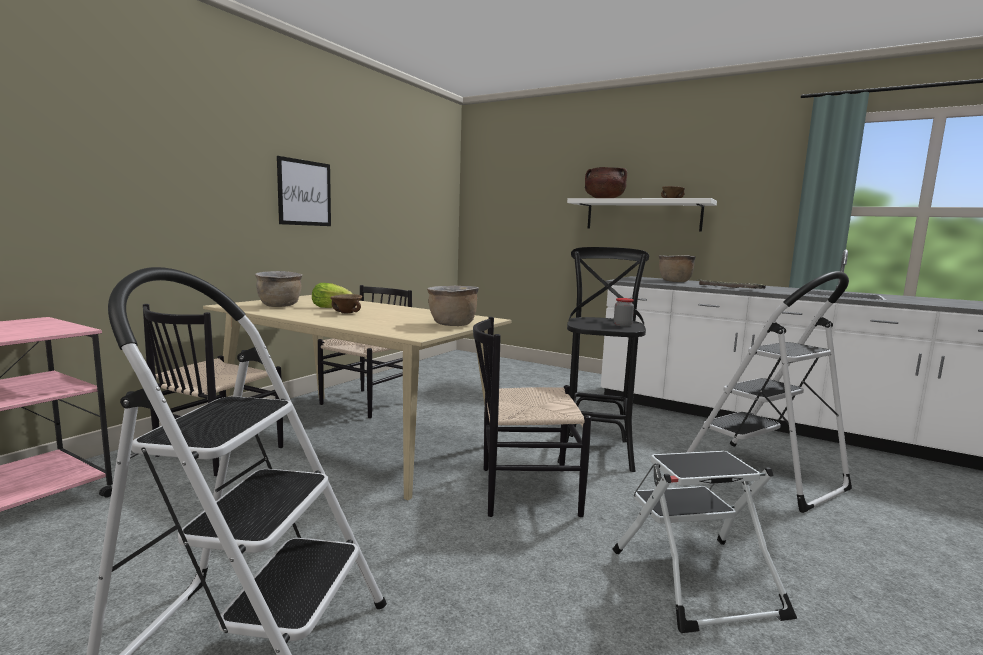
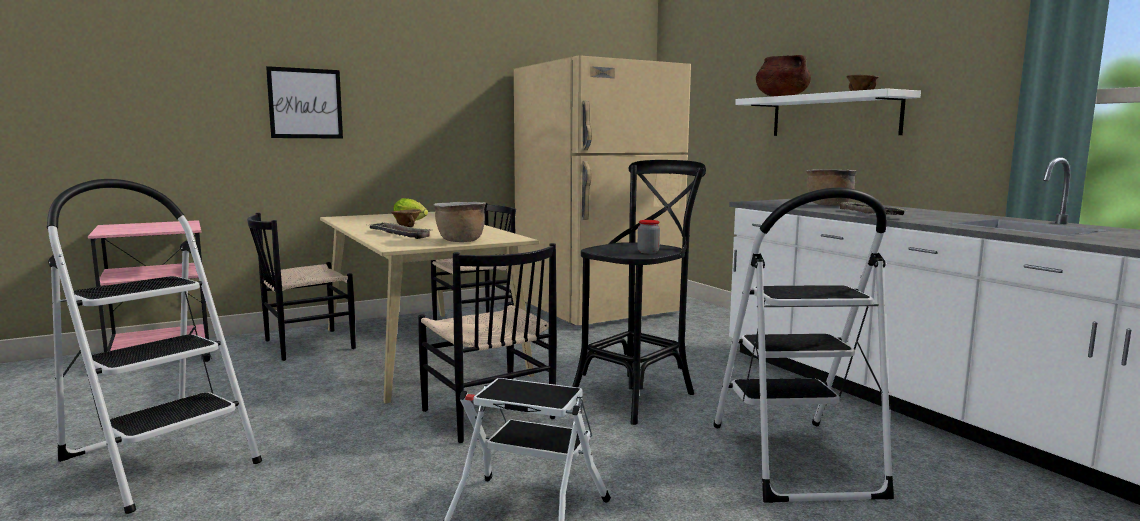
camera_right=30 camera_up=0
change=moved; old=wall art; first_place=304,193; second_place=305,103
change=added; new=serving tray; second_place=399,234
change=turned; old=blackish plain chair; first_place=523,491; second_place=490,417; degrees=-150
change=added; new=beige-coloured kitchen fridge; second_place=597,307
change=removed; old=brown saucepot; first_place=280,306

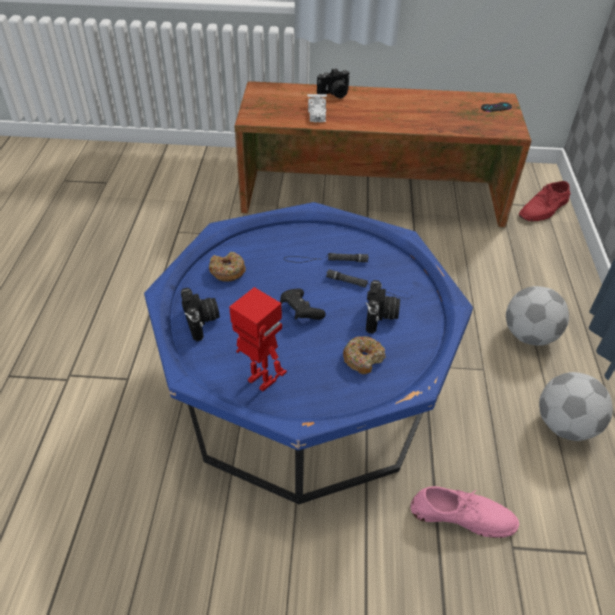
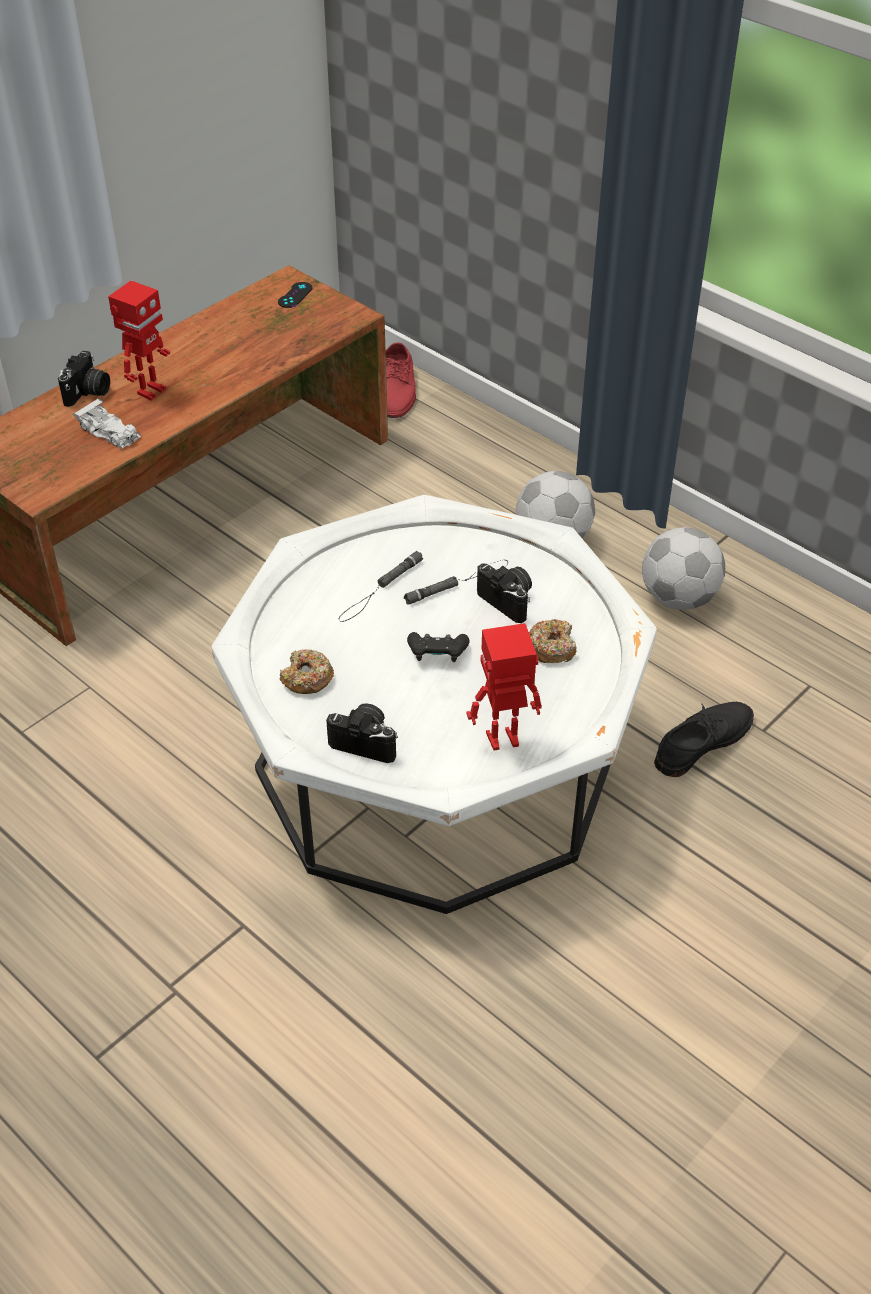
camera_right=-50 camera_up=0
change=added; new=robot figure; second_place=150,391
change=recoloured; old=blue coffee table; new=white-coloured coffee table; first_place=305,388; second_place=435,763
change=recoloured; old=pink low shoe; new=blackish low shoe; first_place=462,515; second_place=702,741

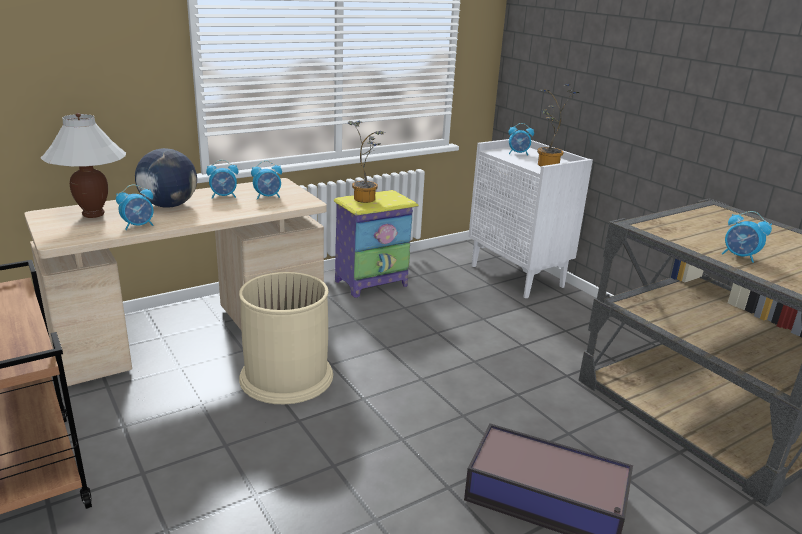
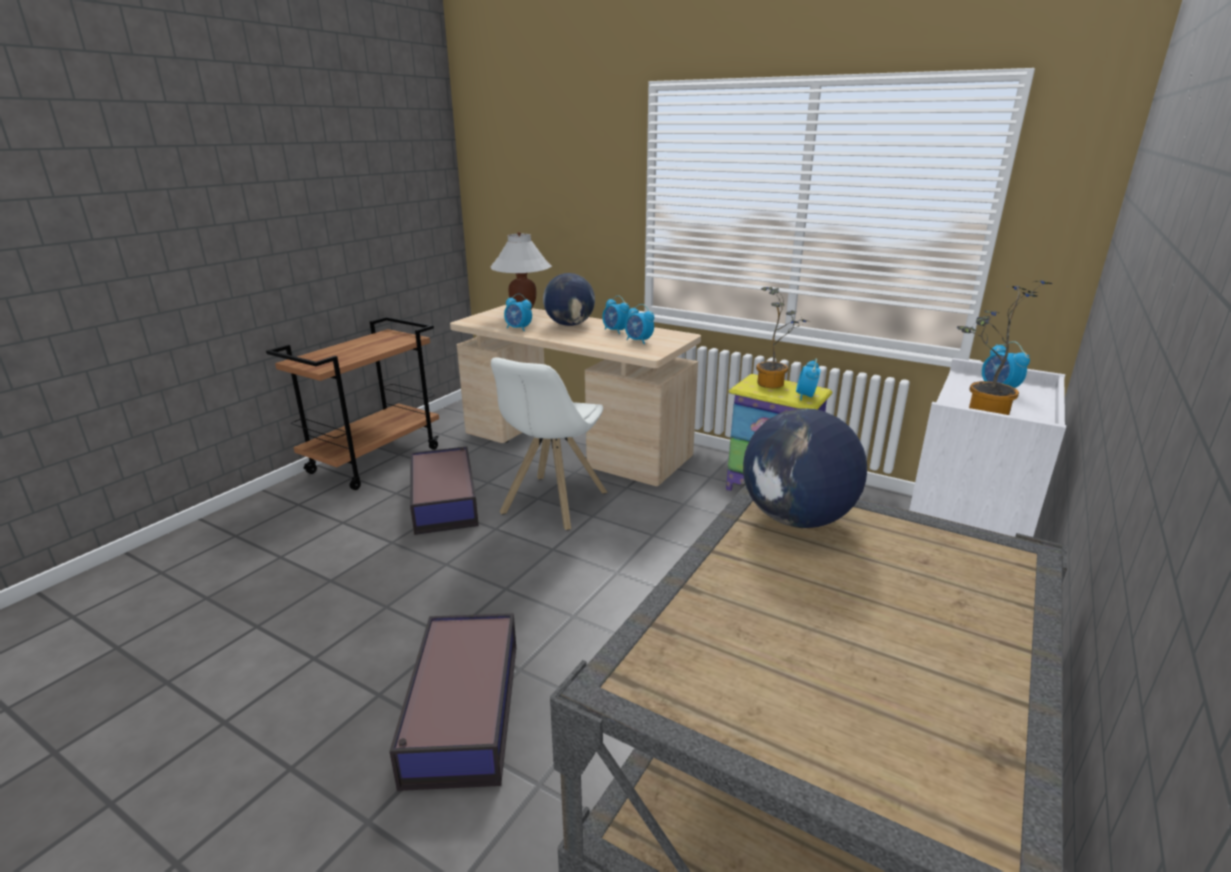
camera_right=65 camera_up=0
change=added; new=storage bin; second_place=445,500
change=replaced; old=beige-coloured waste bin; new=white-coloured plain chair; first_place=286,376; second_place=553,502
change=added; new=desk globe; second_place=797,519
change=moved; old=alarm clock; first_place=739,257; second_place=806,396

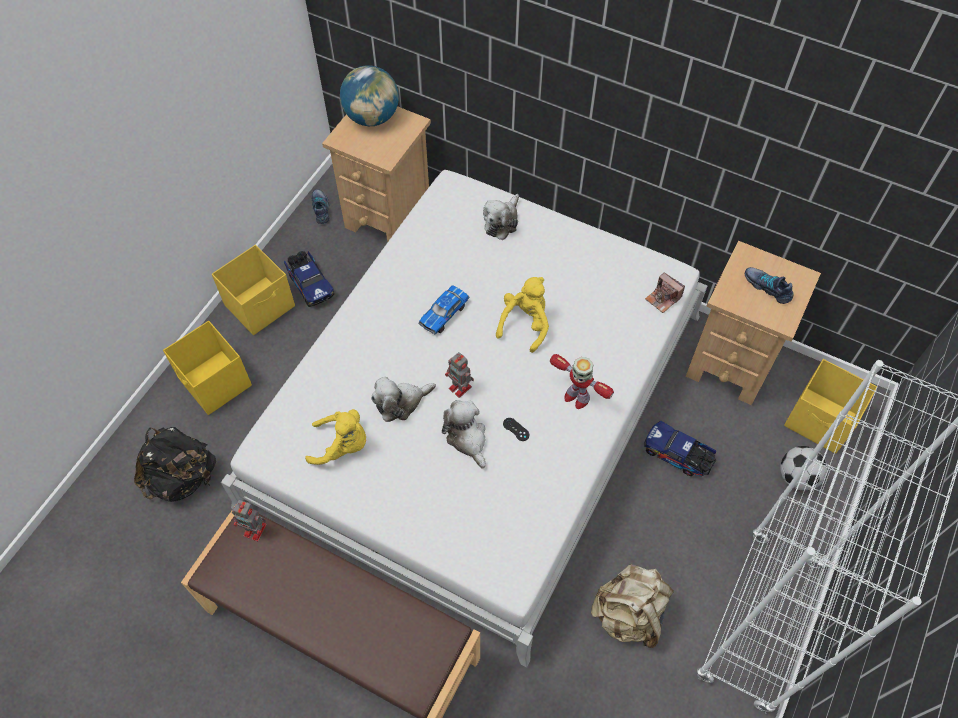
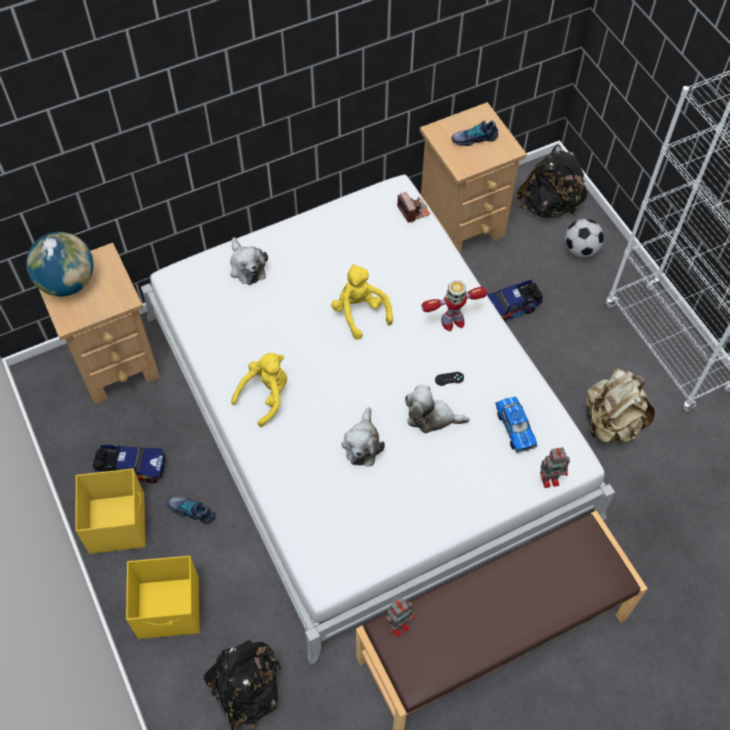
camera_right=-55 camera_up=0
change=moved; old=low shoe; first_place=321,209; second_place=192,511
change=moved; old=yellow plush toy; first_place=342,446; second_place=266,396
change=turned; old=still camera; first_place=663,298; second_place=413,211; degrees=-105
change=moved; old=toy car; first_place=444,313; second_place=515,427
change=replaced; old=yellow storage bin; new=blackish backpack; first_place=820,421; second_place=549,205
change=moved; old=robot figure; first_place=461,388; second_place=550,478

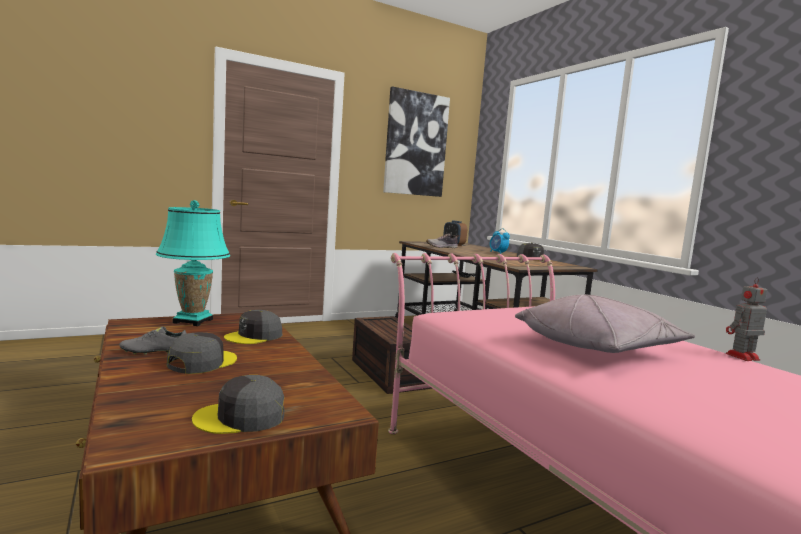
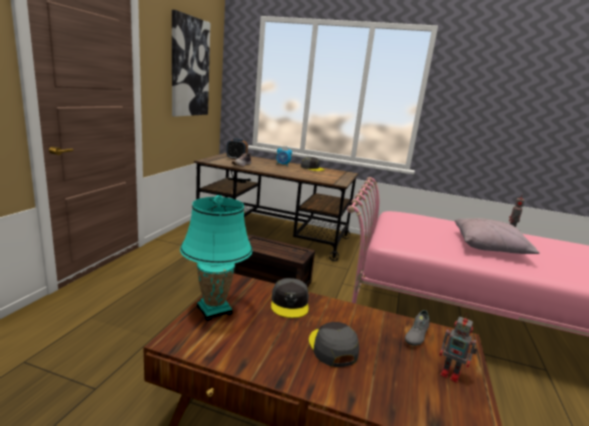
camera_right=-45 camera_up=10
change=moved; old=greyish low shoe; first_place=154,351; second_place=416,335
change=replaced; old=greyish baseball cap; new=robot figure; first_place=241,417; second_place=451,374

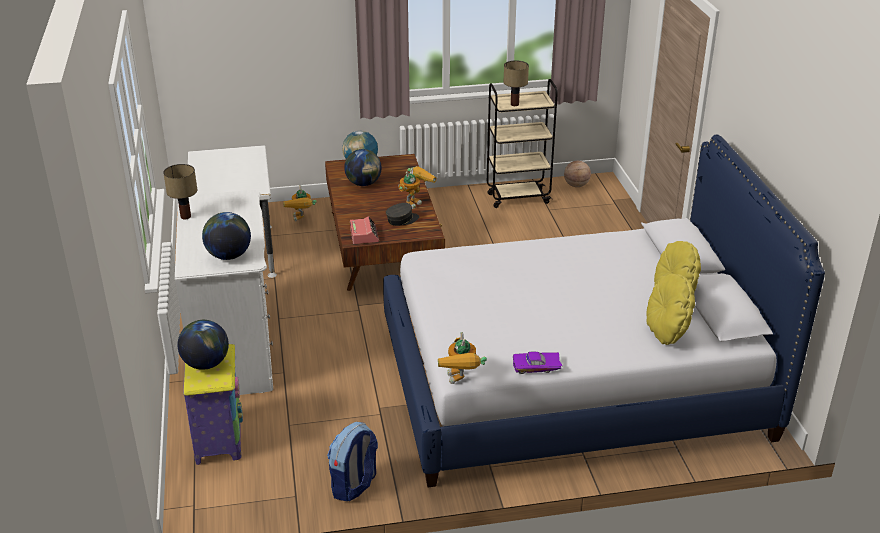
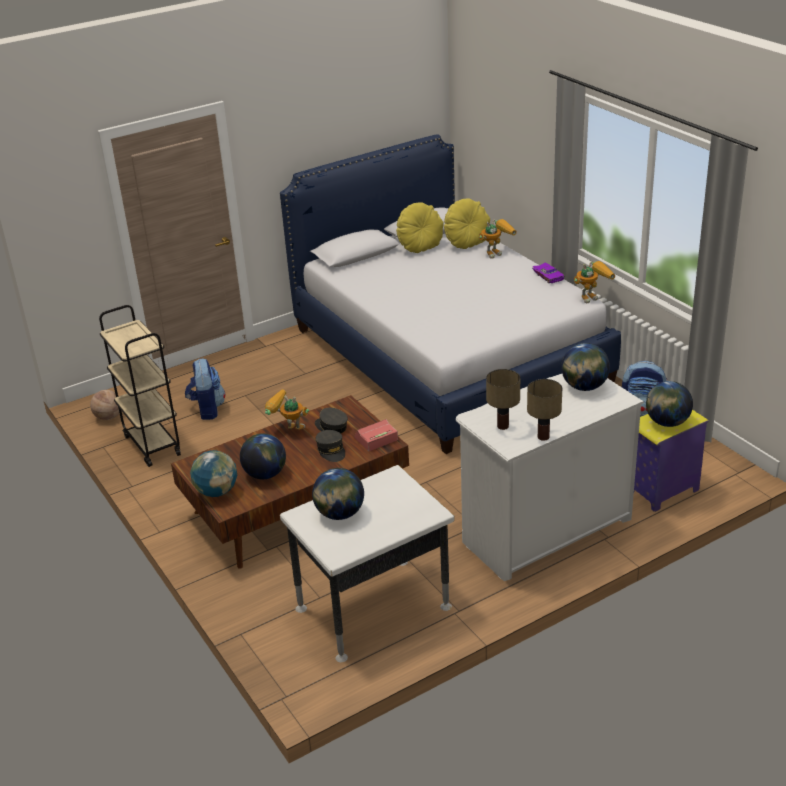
camera_right=-110 camera_up=0
change=added; new=backpack; second_place=207,409
change=added; new=desk globe; second_place=340,514
change=added; new=greyish baseball cap; second_place=331,450
change=moved; old=robot figure; first_place=302,220; second_place=497,252
change=moved; old=table lamp; first_place=514,104; second_place=503,426

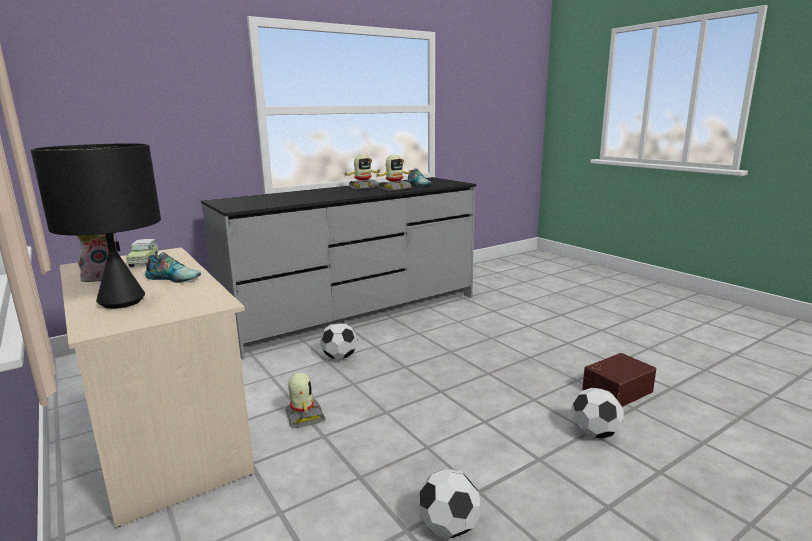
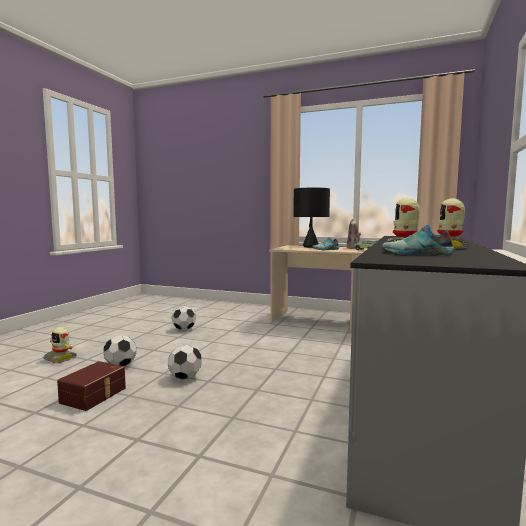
camera_right=145 camera_up=-10
change=moved; old=robot figure; first_place=304,417; second_place=61,358
change=moved; old=ball for football; first_place=339,357; second_place=185,377

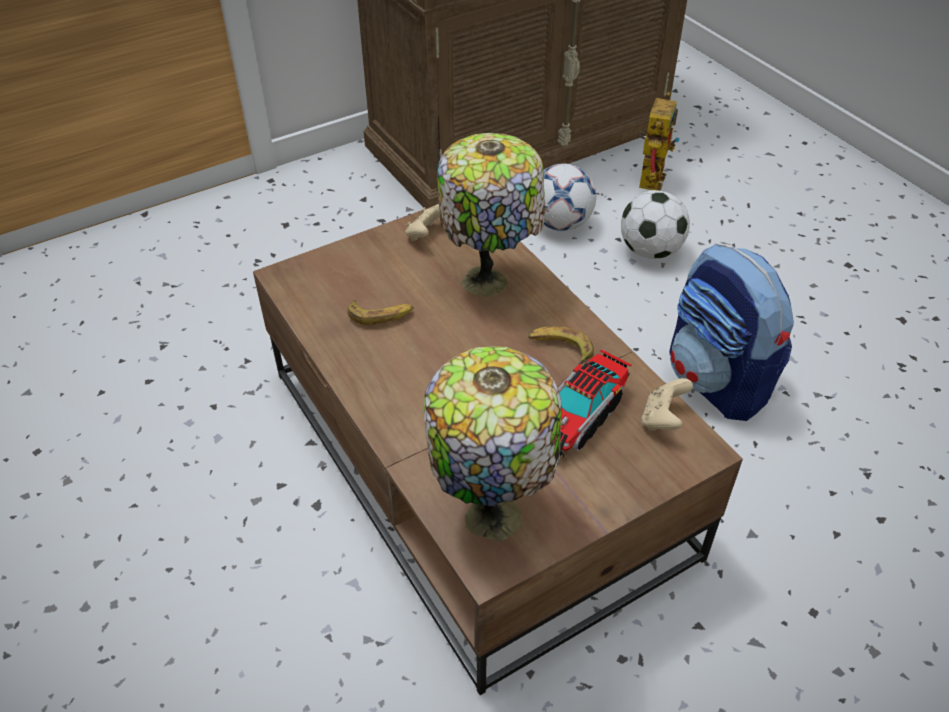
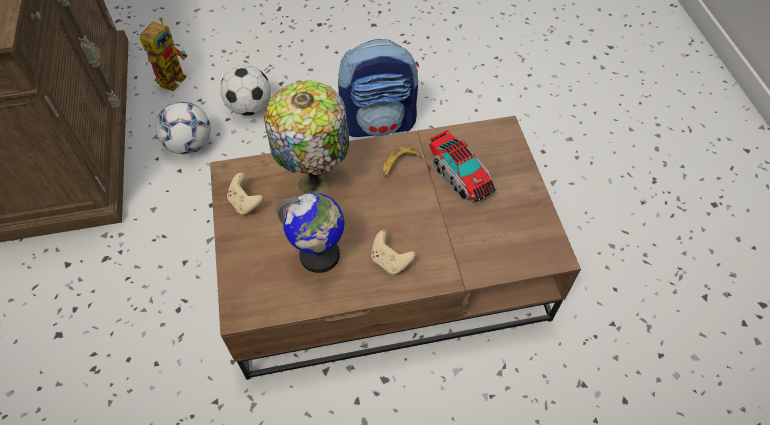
camera_right=-70 camera_up=10
change=turned; old=robot figure; first_place=650,176; second_place=174,76; degrees=75
change=replaced; old=banana; new=desk globe; first_place=381,315; second_place=320,256
change=moved; old=beige-coloured gamepad; first_place=663,419; second_place=390,261
change=removed; old=table lamp; first_place=492,511

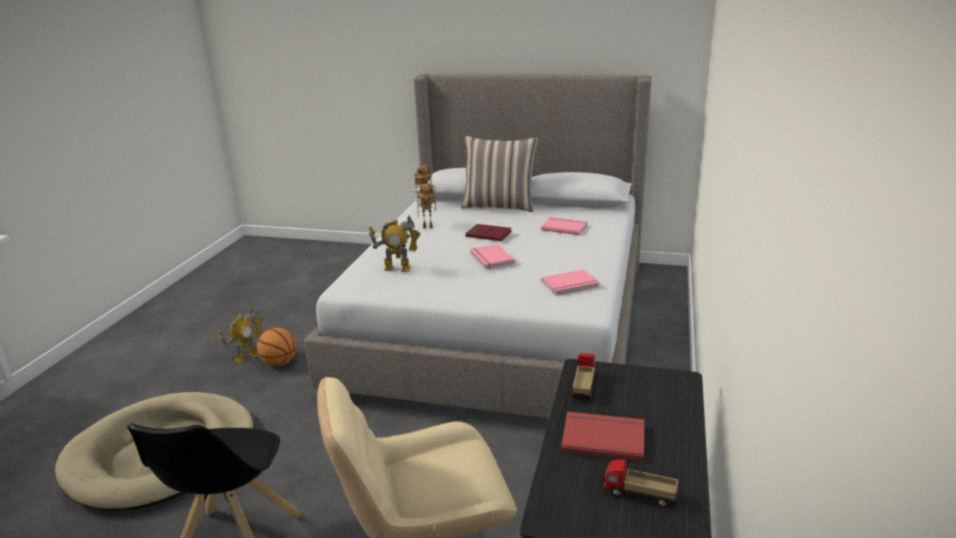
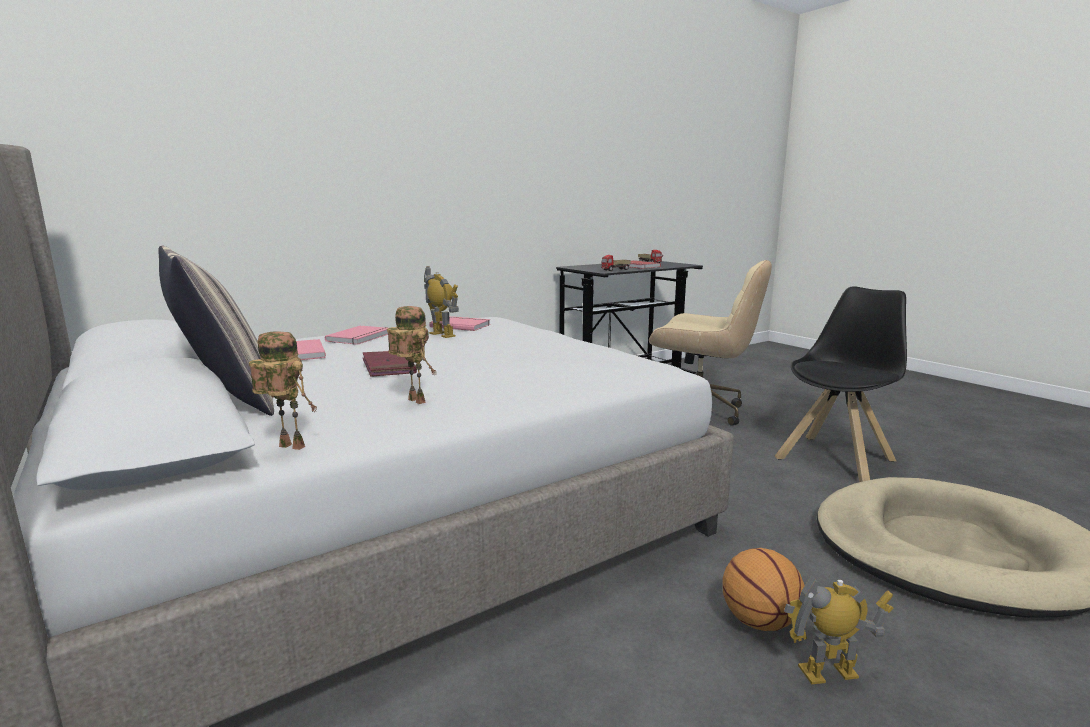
camera_right=-140 camera_up=-10
change=moved; old=pink bound book; first_place=490,258; second_place=361,337
change=moved; old=robot figure; first_place=397,268; second_place=442,334

